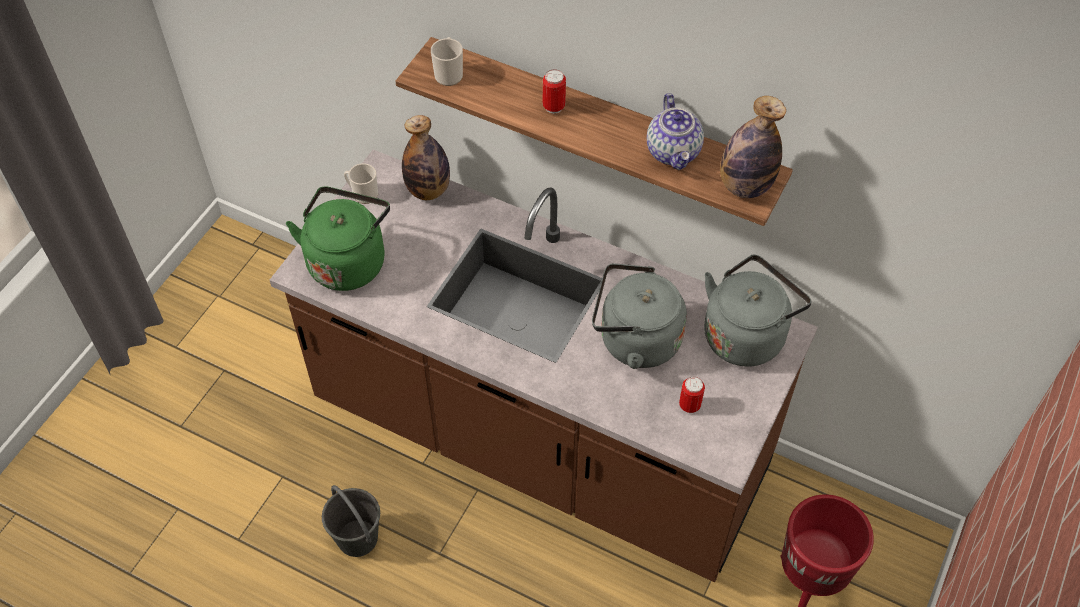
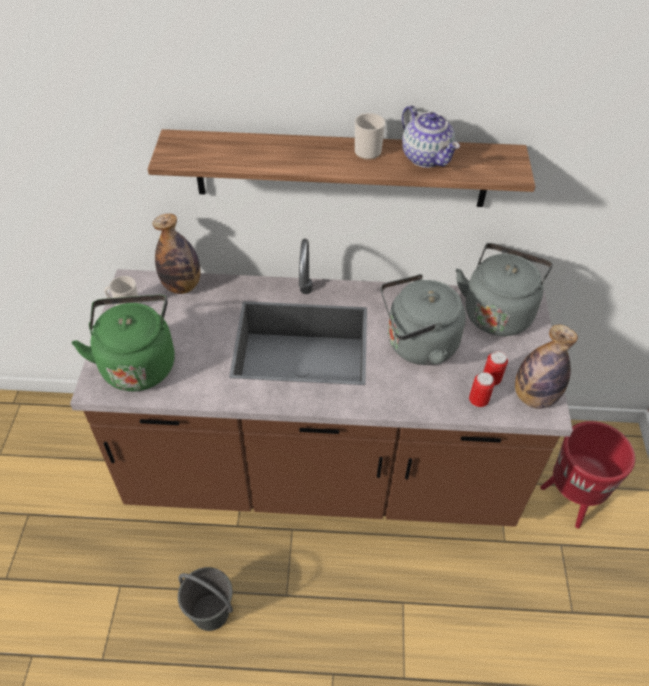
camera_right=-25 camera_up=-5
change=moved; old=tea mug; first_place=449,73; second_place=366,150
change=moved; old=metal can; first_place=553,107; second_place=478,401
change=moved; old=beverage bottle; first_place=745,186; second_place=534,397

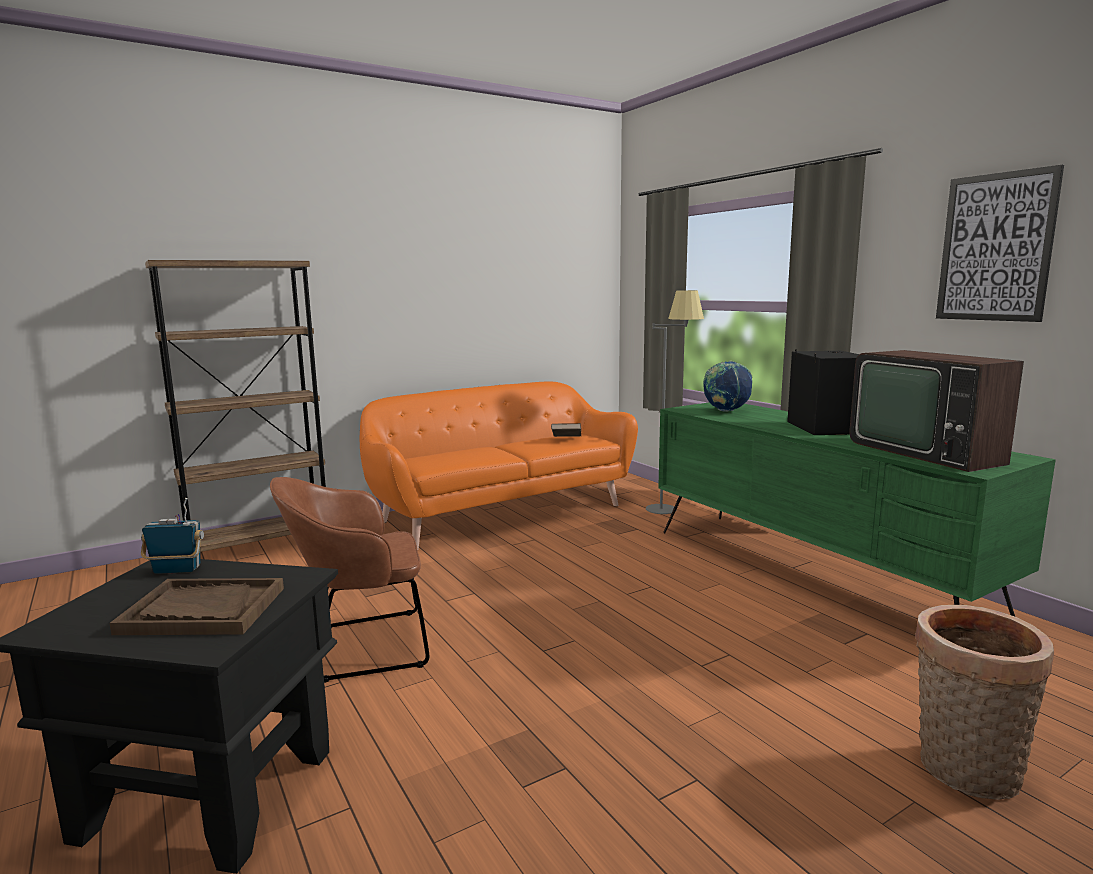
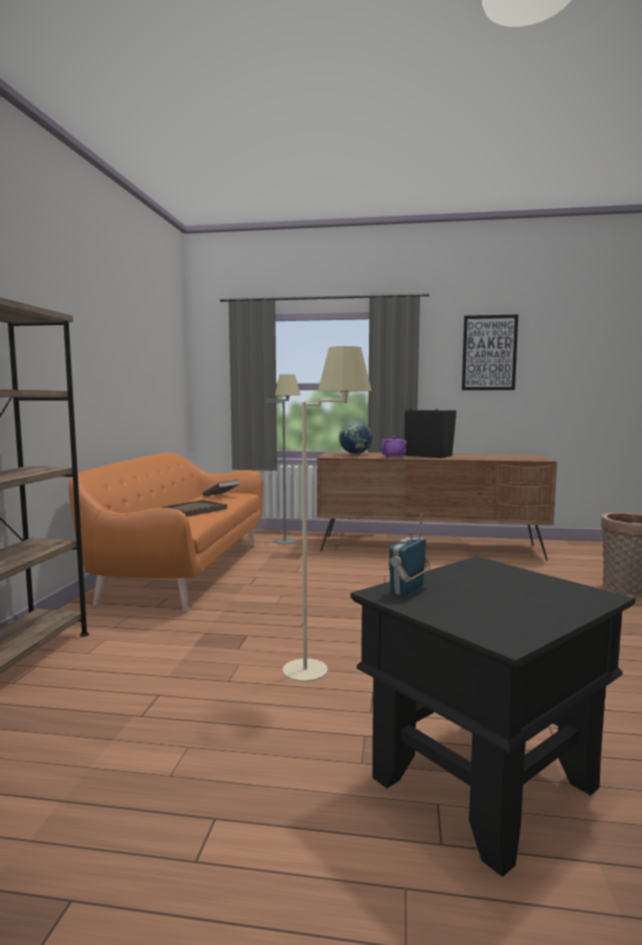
camera_right=-50 camera_up=-5
change=moved; old=brown serving tray; first_place=202,610; second_place=195,510
change=replaced; old=brown easy chair; new=beige-coloured floor lamp; first_place=361,646; second_place=326,670
change=recoloured; old=greenish tv unit; new=brown tv unit; first_place=813,574; second_place=430,548
change=added; new=purple-coloured pot for tea; second_place=393,457
change=removed; old=television; first_place=928,451

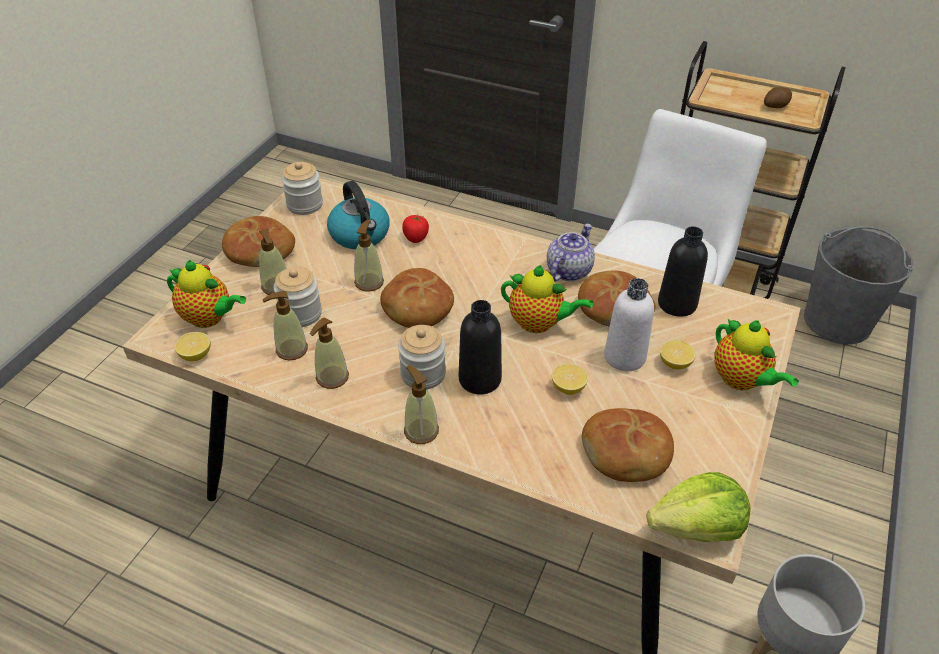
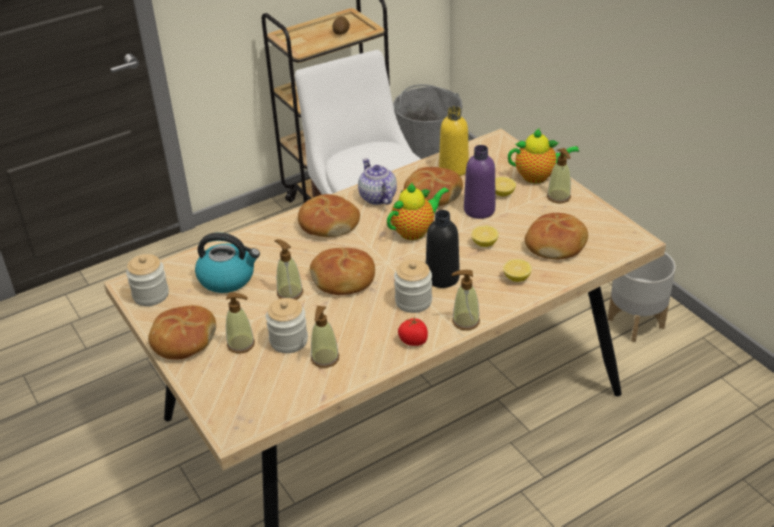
camera_right=-55 camera_up=-5
change=added; new=baked bread; second_place=328,224
change=moved; old=tomato; first_place=416,238; second_place=414,341
change=recoloured; old=blackish beverage bottle; new=yellow beverage bottle; first_place=677,304; second_place=453,169
change=recoloured; old=white-coloured beverage bottle; new=purple-coloured beverage bottle; first_place=624,357; second_place=479,210
change=moved; old=whole lemon; first_place=196,355; second_place=516,278
change=moved; old=soap bottle; first_place=332,377; second_place=558,197
change=removed; old=pot for tea; first_place=209,318
change=removed; old=lettuce; first_place=697,527

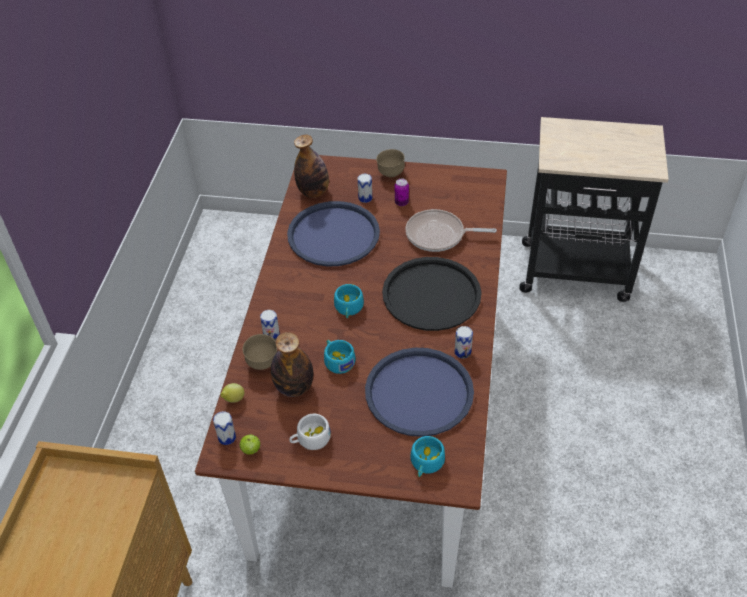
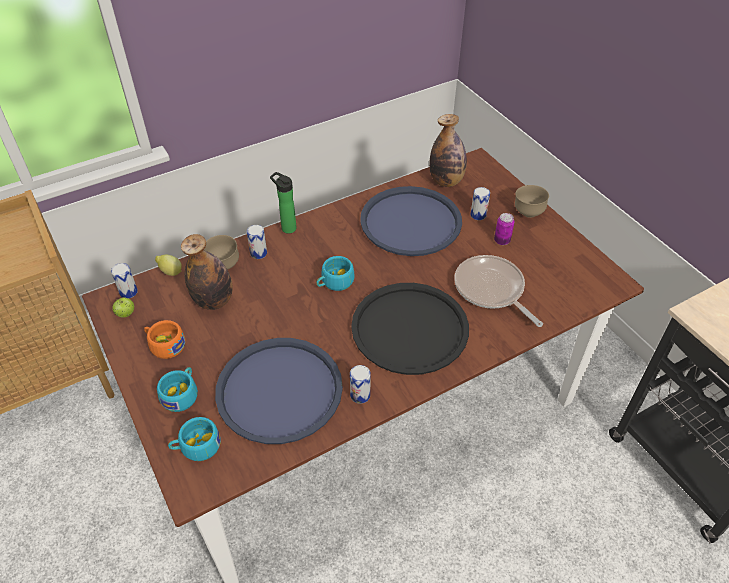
camera_right=50 camera_up=0
change=recoloured; old=white-coloured cup; new=orangey cup; first_place=310,439; second_place=164,345
change=moved; old=turquoise cup; first_place=337,360; second_place=181,394
change=added; new=beverage bottle; second_place=287,227

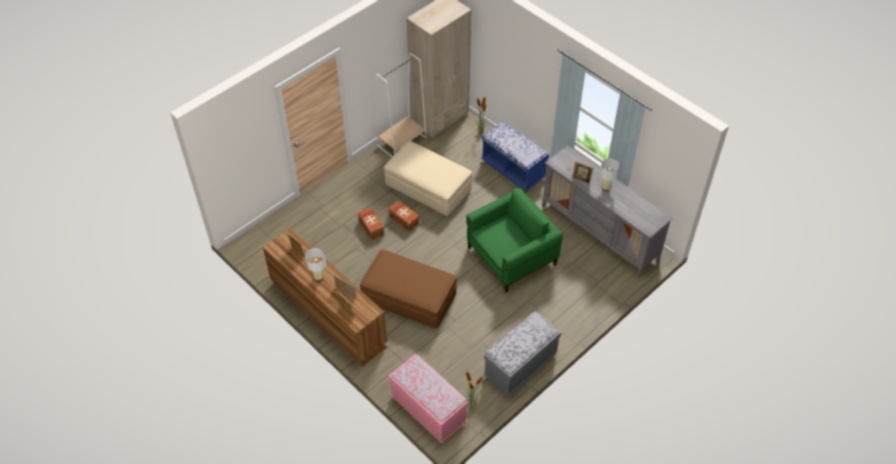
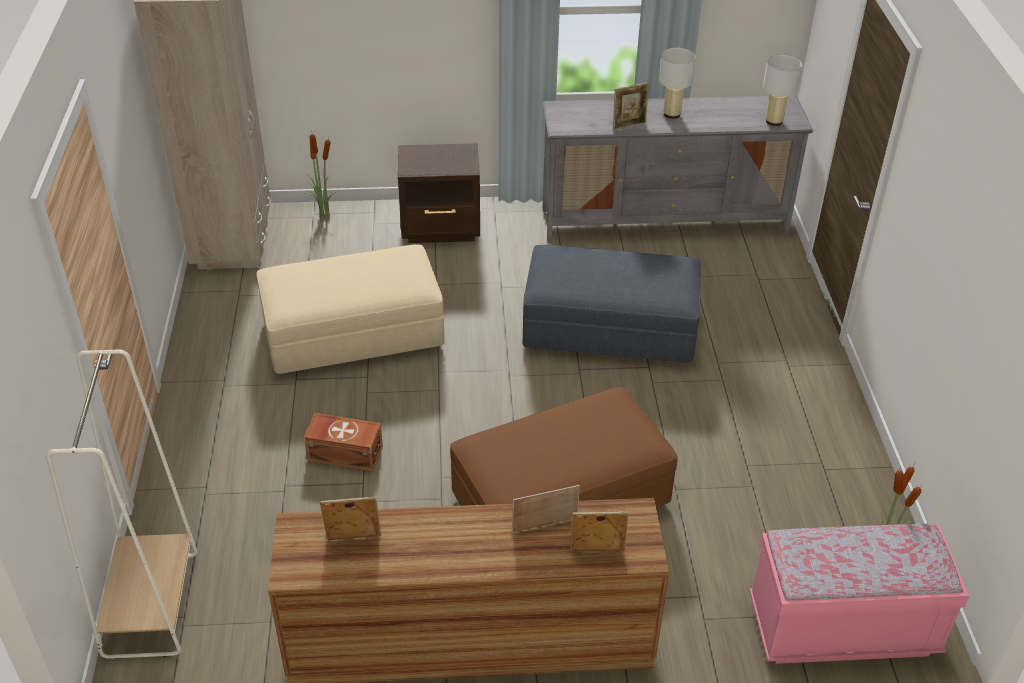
camera_right=-50 camera_up=-10
change=moved; old=garment rack; first_place=402,142; second_place=152,605
change=replaced; old=blue indoor bench; new=brown night table; first_place=513,169; second_place=442,228
change=replaced; old=greenish easy chair; new=greyish footrest; first_place=511,257; second_place=609,329
change=moved; old=white-coloured table lamp; first_place=319,277; second_place=773,121
change=removed; old=brown storage bin; first_place=404,220
change=removed; old=greyish indoor bench; first_place=520,366

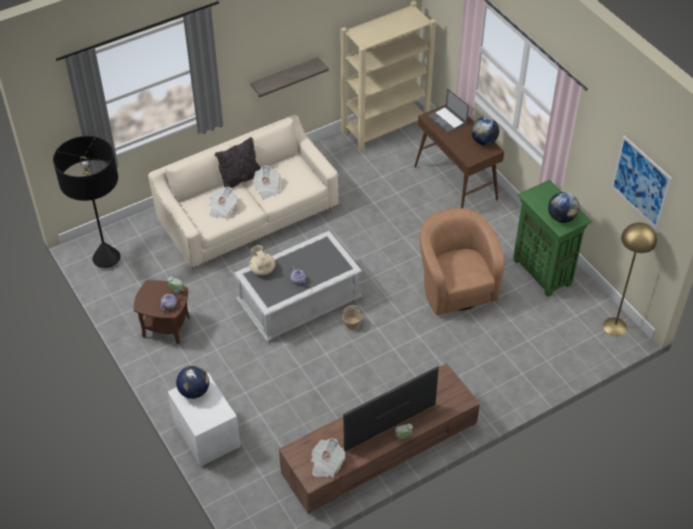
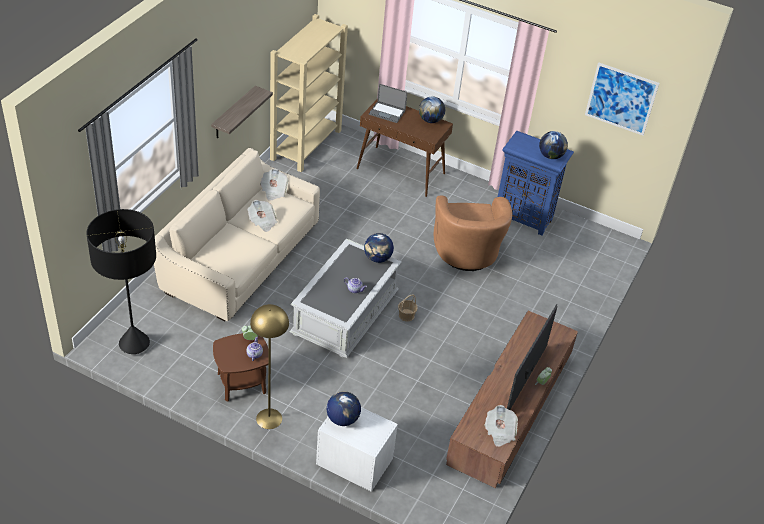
camera_right=-35 camera_up=-5
change=moved; old=yellow floor lamp; first_place=614,326; second_place=269,418
change=moved; old=printed paper; first_place=222,209; second_place=274,191
change=added; new=desk globe; second_place=377,258
change=turned; old=brown easy chair; first_place=455,287; second_place=466,254; degrees=-135
change=recoloured; old=greenish storage cabinet; new=blue storage cabinet; first_place=543,272; second_place=524,218
change=removed; old=blackish pillow; first_place=240,179
change=removed; old=beige-coloured pot for tea; first_place=262,269

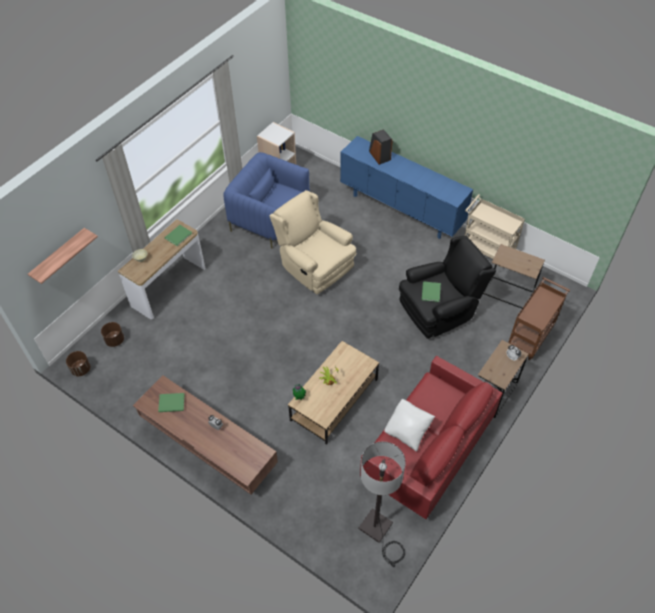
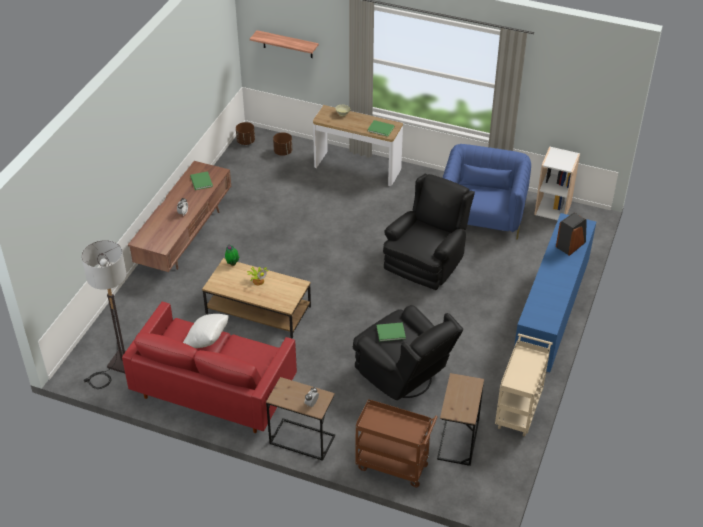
camera_right=75 camera_up=-10
change=recoloured; old=beige-coloured easy chair; new=blackish easy chair; first_place=314,267; second_place=426,263

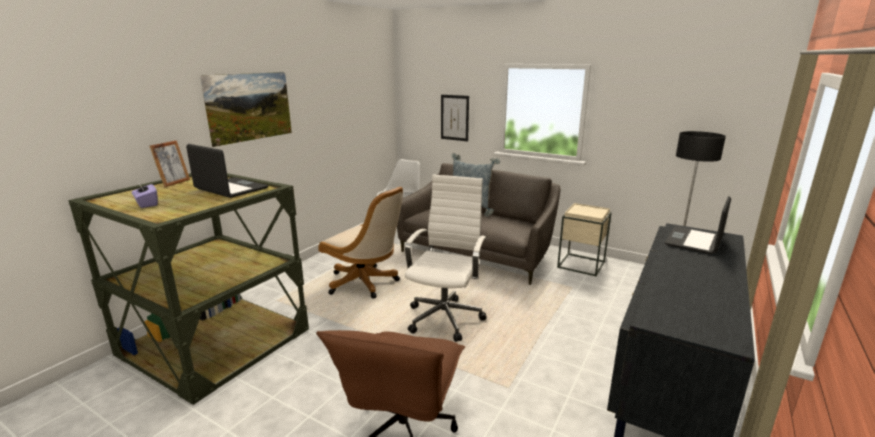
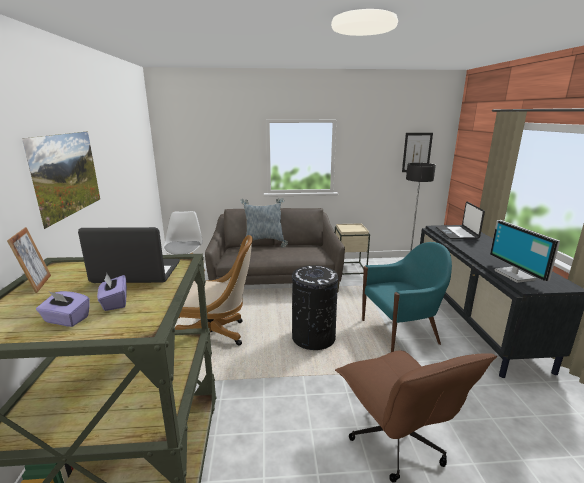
camera_right=-35 camera_up=0
change=added; new=purple-coloured tissue holder; second_place=115,302
change=replaced; old=white-coloured desk chair; new=blackish waste bin; first_place=445,316; second_place=313,337
change=added; new=turquoise easy chair; second_place=401,331
change=moved; old=wall art; first_place=454,117; second_place=417,152
change=added; new=computer screen; second_place=515,275

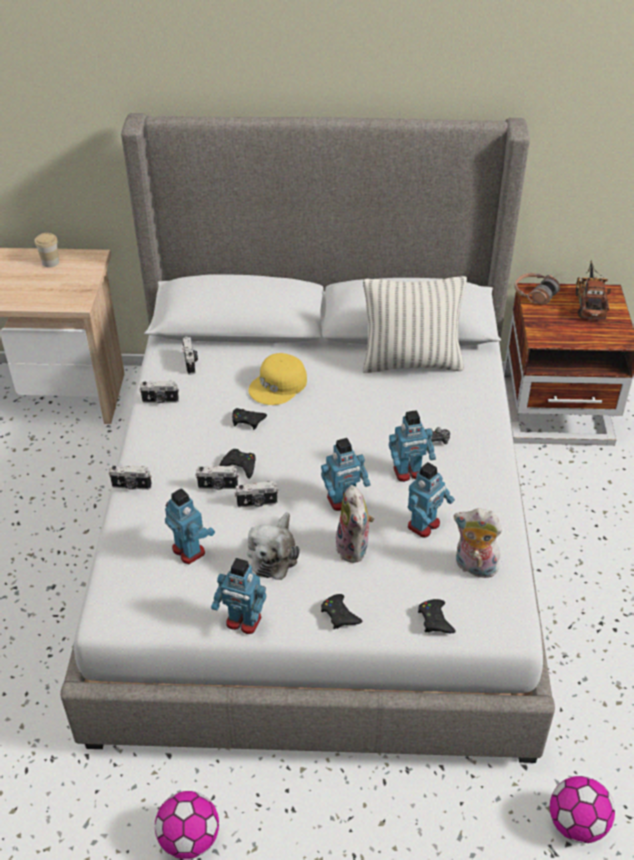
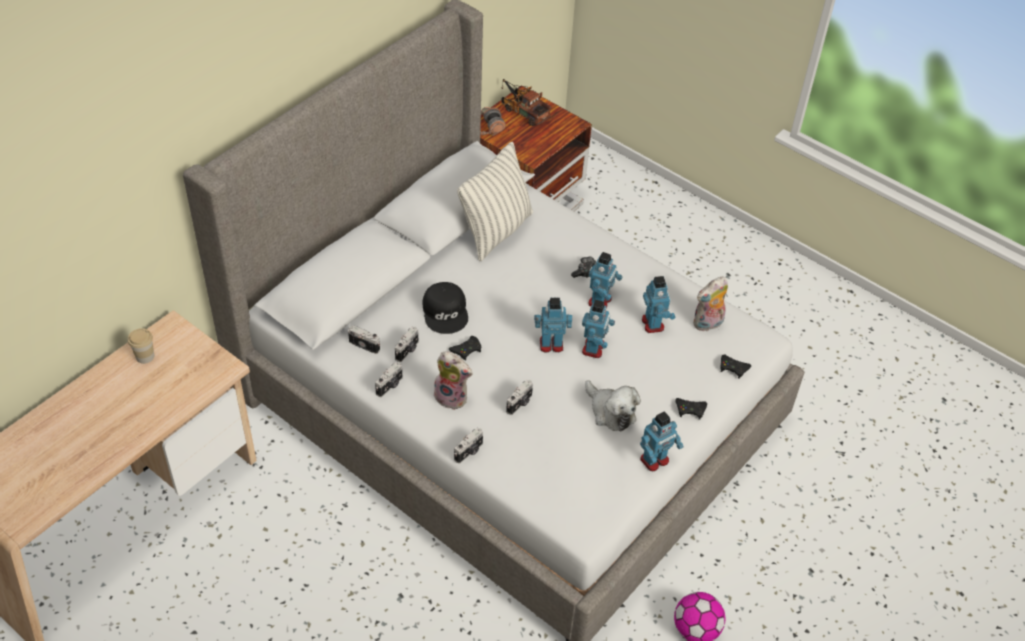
camera_right=-55 camera_up=5
change=moved; old=still camera; first_place=257,503; second_place=408,351
change=recoloured; old=yellow baseball cap; new=blackish baseball cap; first_place=279,385; second_place=446,312
change=moved; old=plush toy; first_place=355,548; second_place=453,397
change=moved; old=robot figure; first_place=189,550; second_place=551,344
change=removed; old=blackish gamepad; first_place=239,466
change=removed; old=ball for football; first_place=576,824

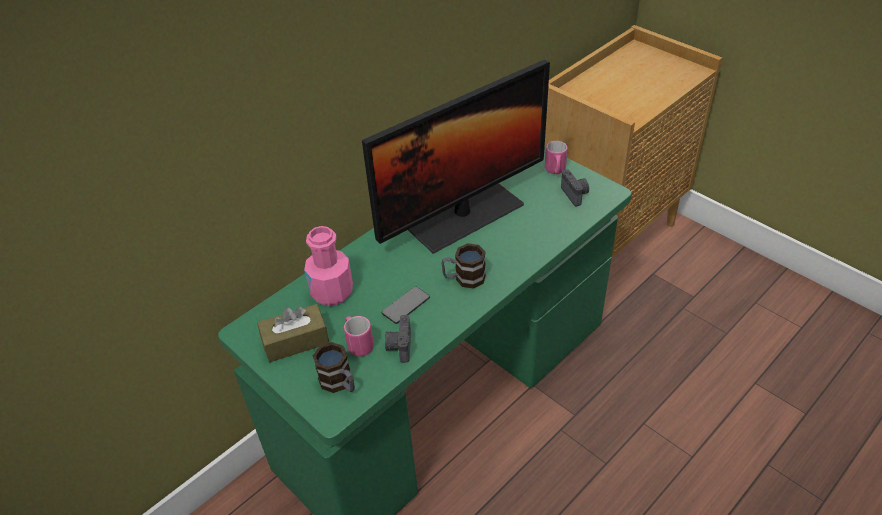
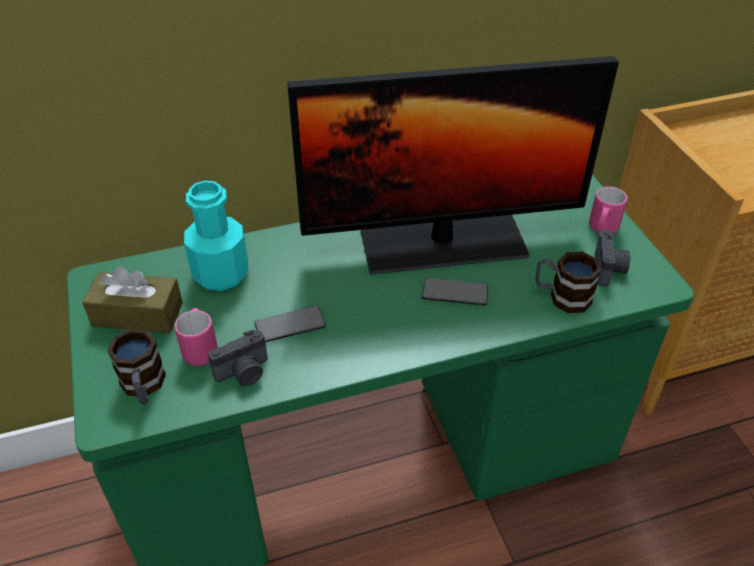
camera_right=25 camera_up=0
change=recoloured; old=pink beverage bottle; new=turquoise beverage bottle; first_place=332,292; second_place=221,273
change=turned; old=still camera; first_place=399,346; second_place=244,373; degrees=-150
change=added; new=phone; second_place=455,293
change=moved; old=tea mug; first_place=464,278; second_place=561,296

